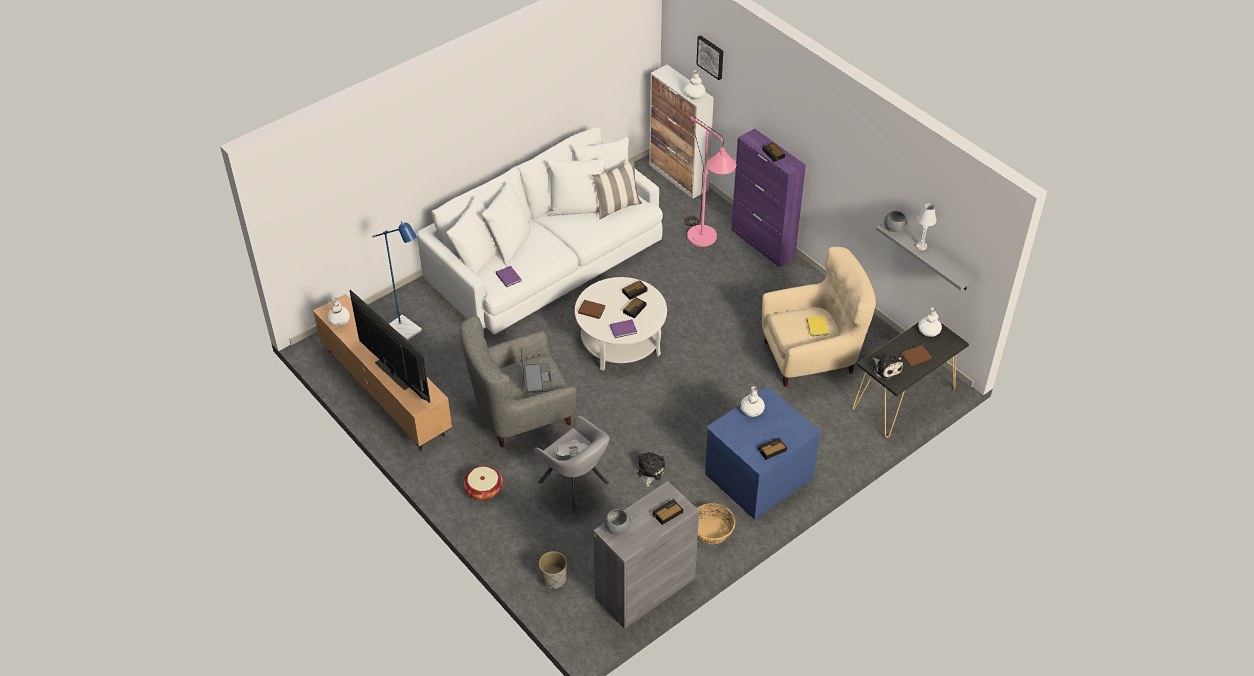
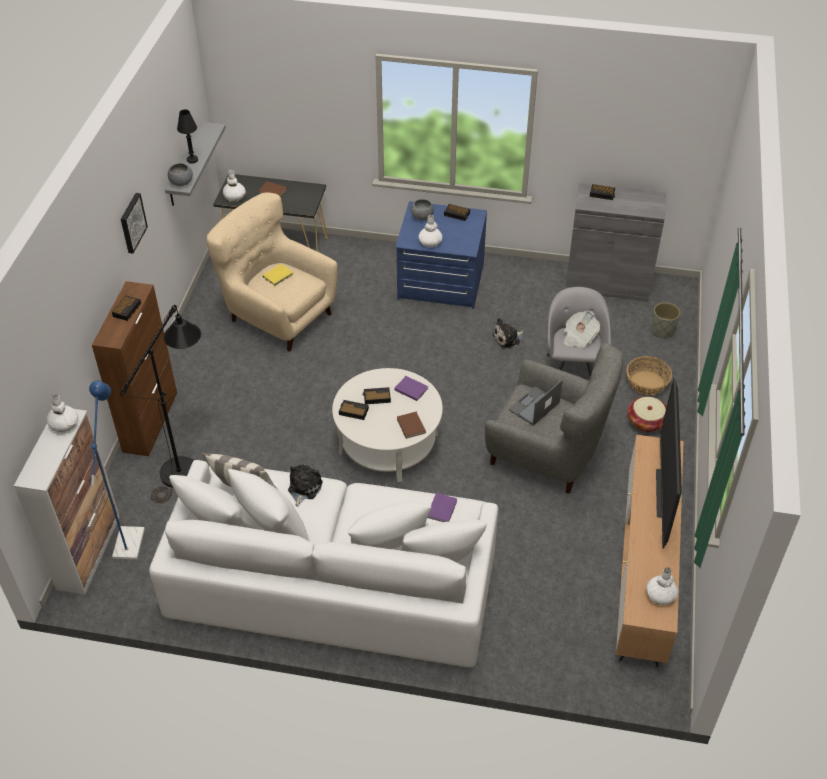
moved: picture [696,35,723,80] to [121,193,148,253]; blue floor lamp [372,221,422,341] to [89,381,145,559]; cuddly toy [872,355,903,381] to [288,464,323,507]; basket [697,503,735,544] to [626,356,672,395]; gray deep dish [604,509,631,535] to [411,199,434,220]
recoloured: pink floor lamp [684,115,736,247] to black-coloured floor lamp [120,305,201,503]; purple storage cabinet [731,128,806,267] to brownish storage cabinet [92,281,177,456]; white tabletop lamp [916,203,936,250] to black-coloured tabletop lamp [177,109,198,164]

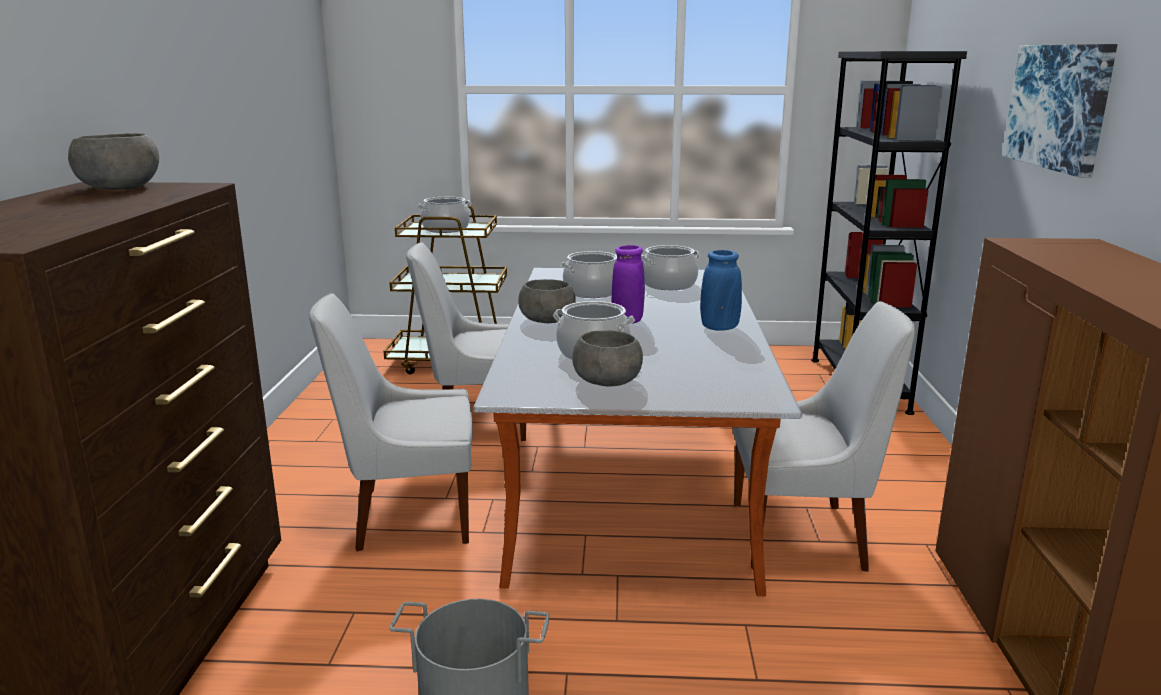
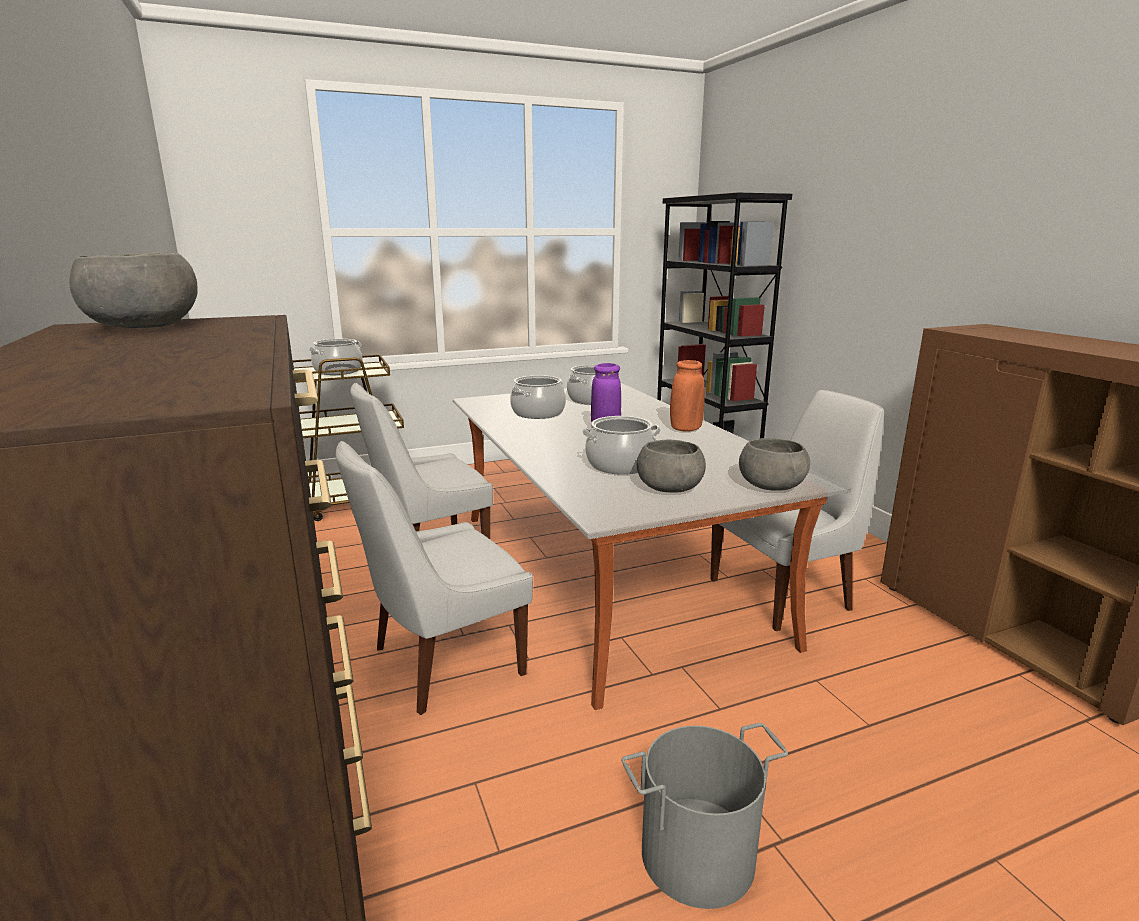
removed: picture [1002,44,1118,178]
moved: gray deep dish [518,279,576,323] to [739,438,810,491]
recoloured: blue decorative vase [700,250,742,331] to orange decorative vase [670,360,705,432]

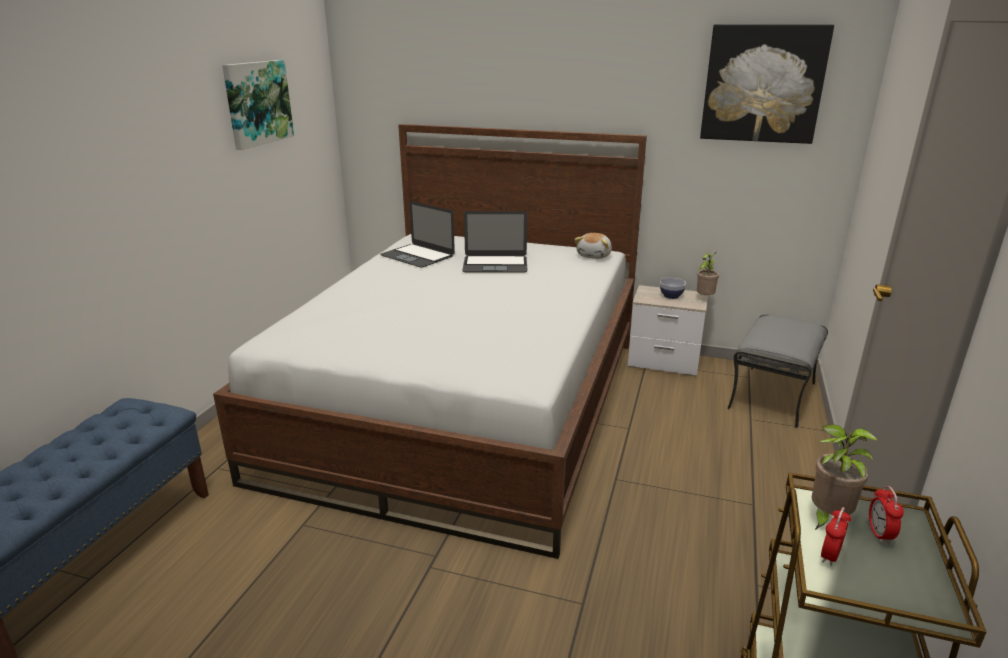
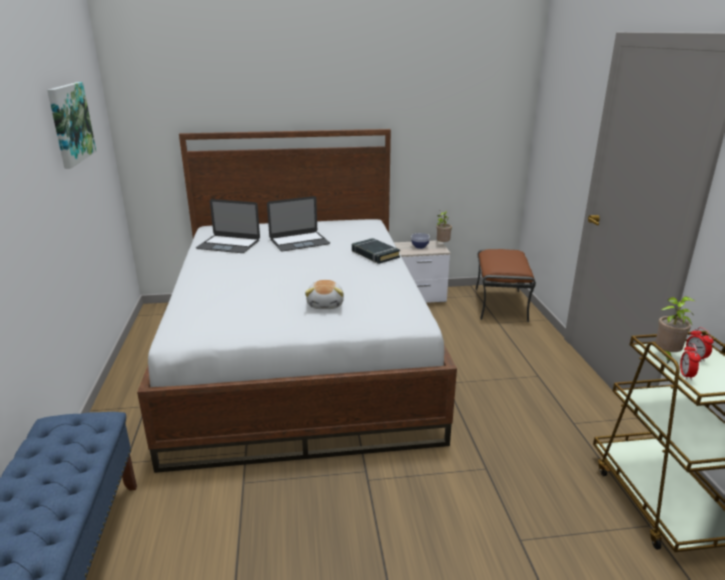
removed: picture [700,24,834,144]
added: black-coloured bound book [352,238,400,264]
moved: cuddly toy [574,233,612,259] to [305,280,344,309]
recoloured: gray ottoman [727,314,828,428] to brownish ottoman [475,249,536,322]

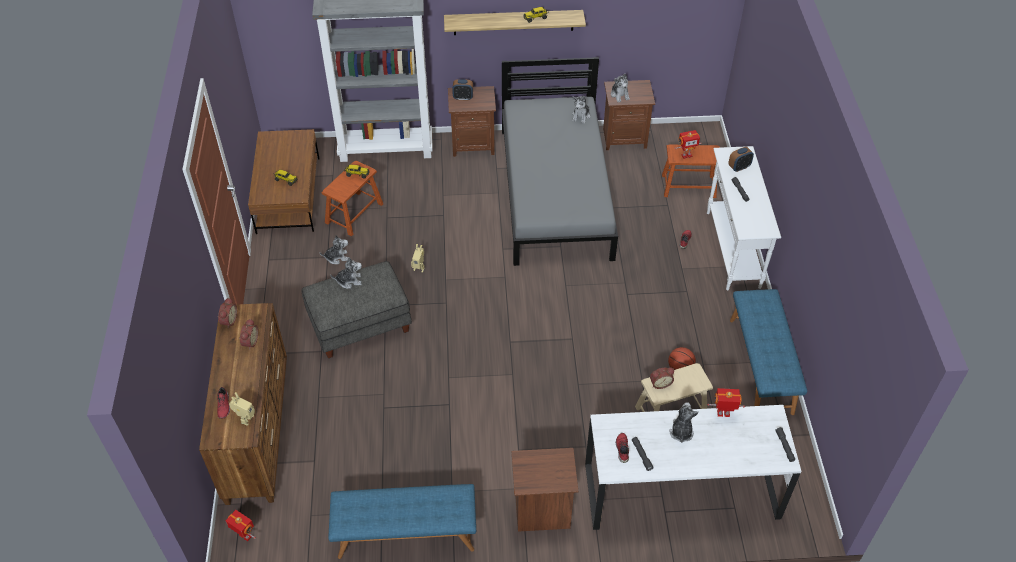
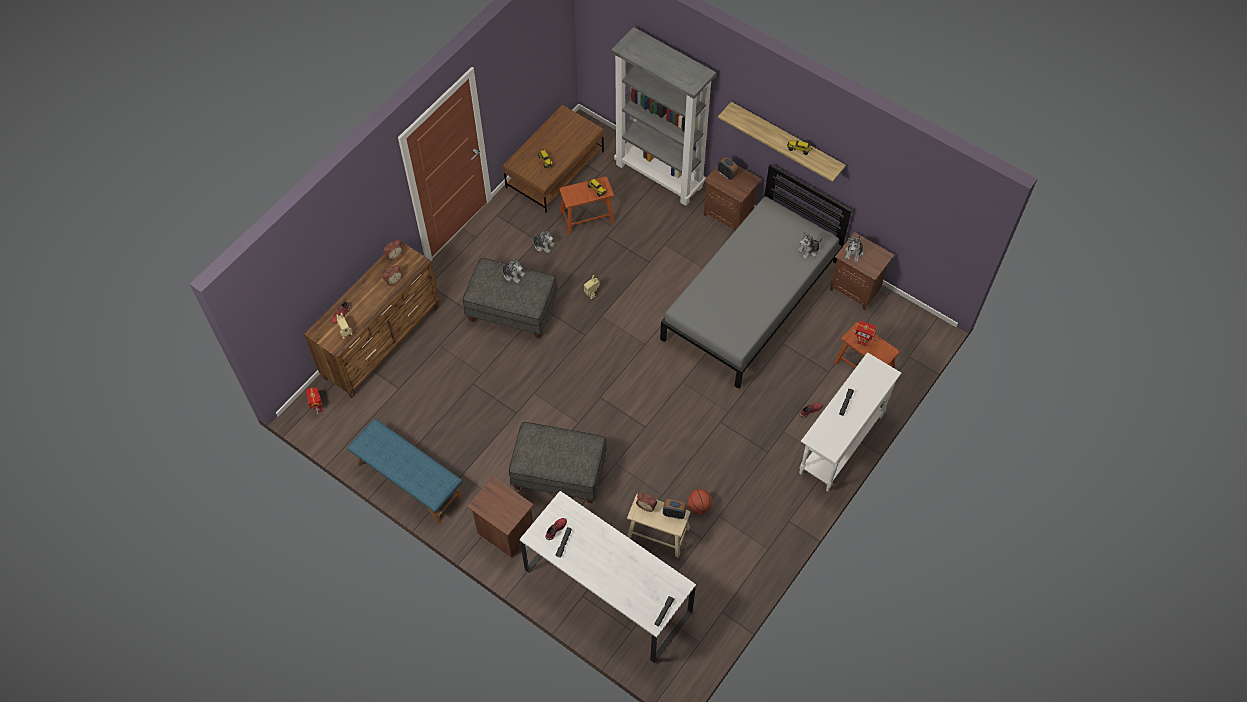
removed: blue long seat [730,289,807,415]; model robot [707,388,745,417]; cuddly toy [669,402,699,443]
added: gray ottoman [509,422,607,503]
moved: bedside clock [728,147,754,172] to [663,499,687,519]

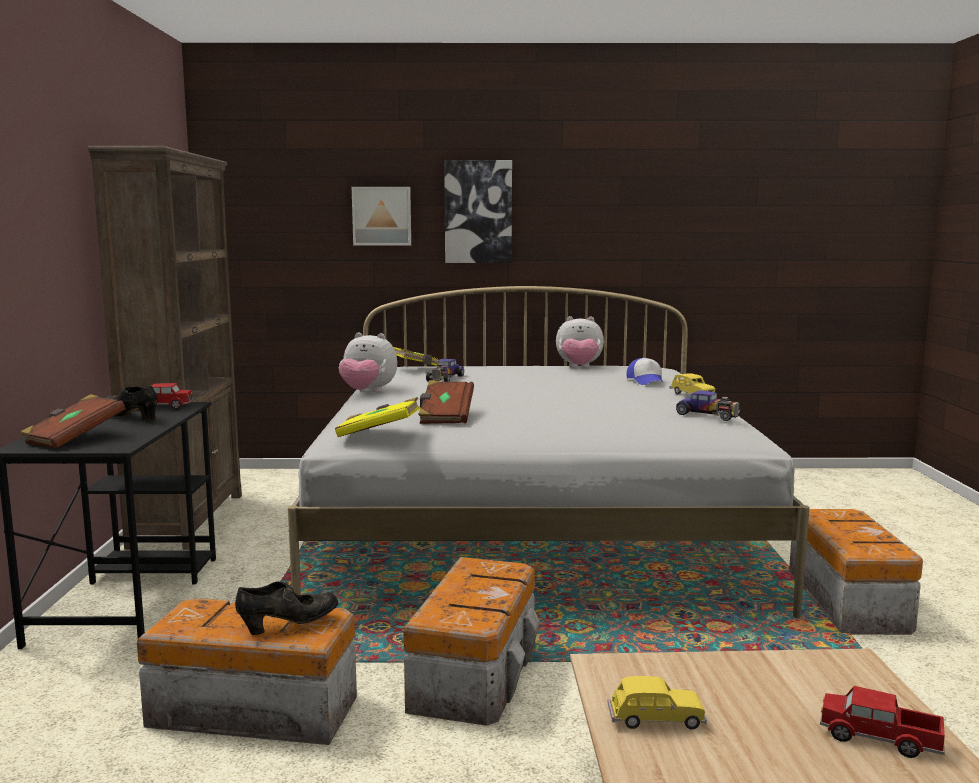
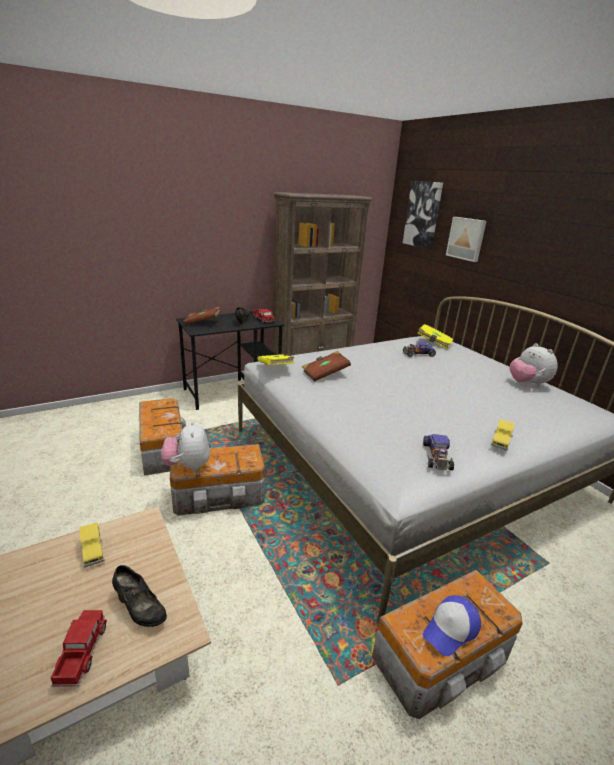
moved: picture [444,160,512,263] to [403,181,443,249]; cuddly toy [339,333,397,392] to [161,421,210,471]; peaked cap [627,358,665,385] to [423,595,481,656]; black-coloured item of footwear [235,581,338,635] to [112,565,167,627]

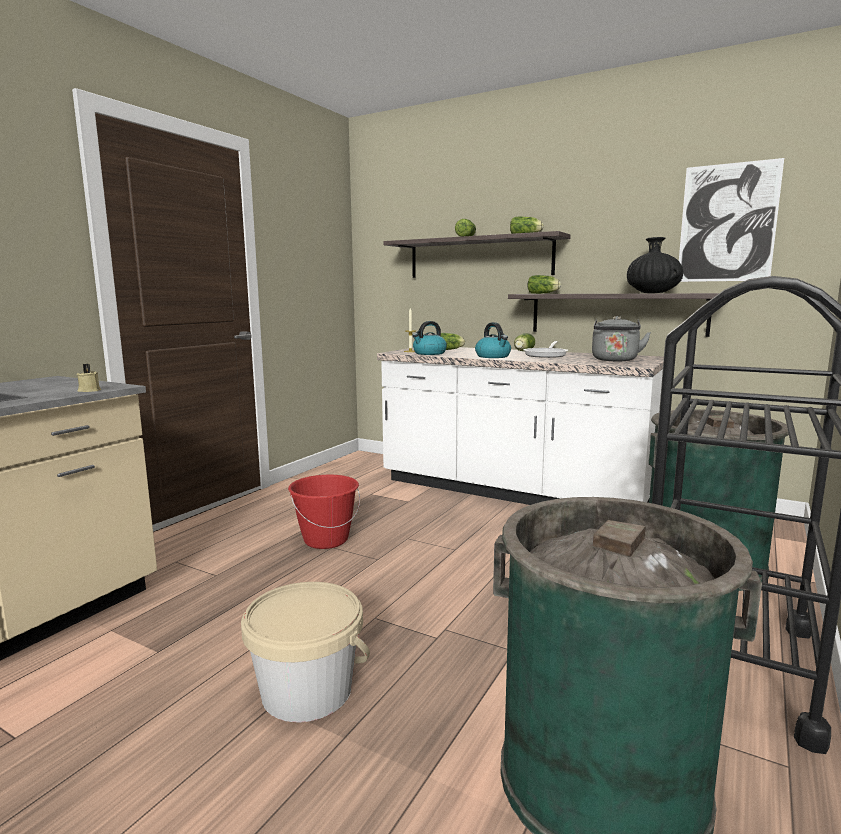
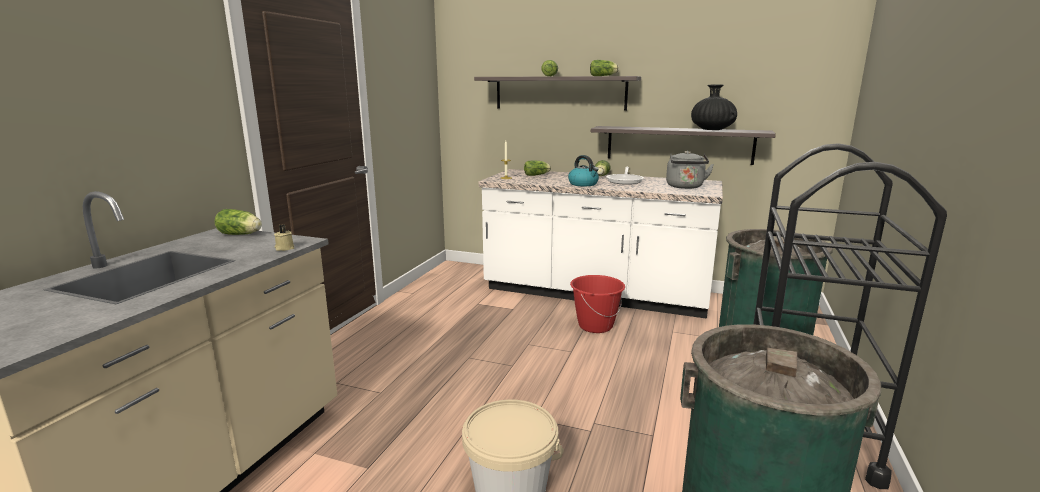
removed: picture [679,158,784,282]; tea kettle [412,321,447,355]
moved: lettuce [528,275,561,294] to [214,209,262,235]; red-coloured bucket [288,475,360,549] to [570,275,625,333]

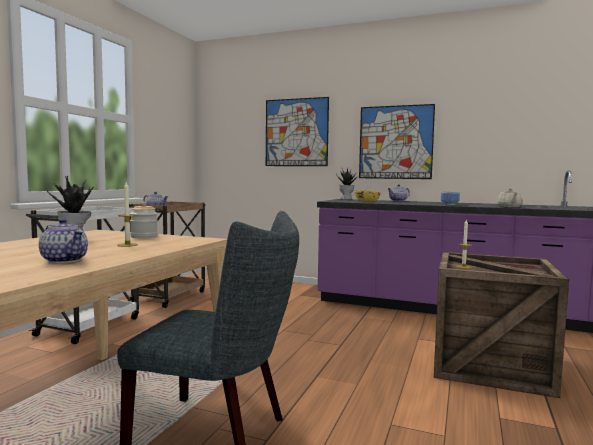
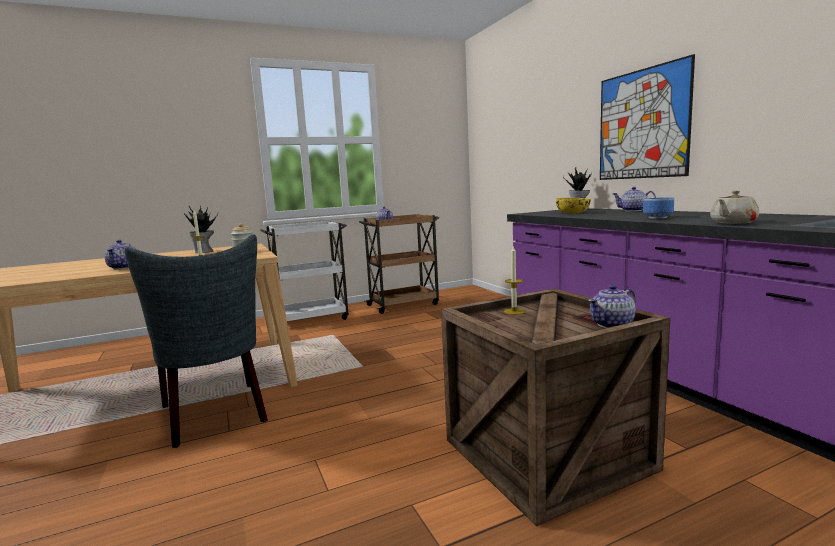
removed: picture [266,97,329,166]
added: tea pot [588,285,636,328]

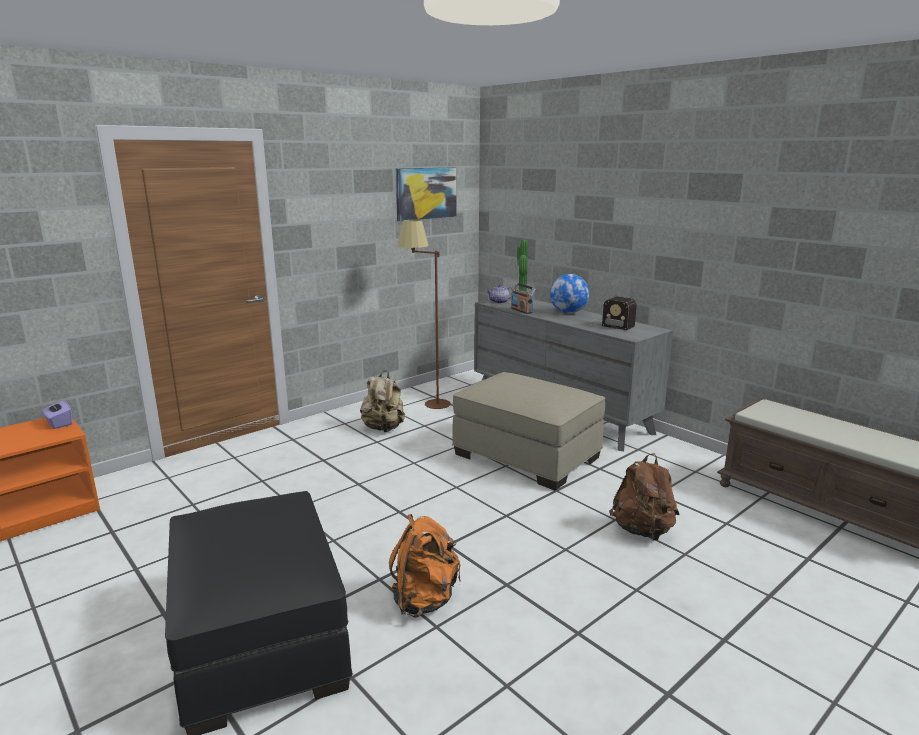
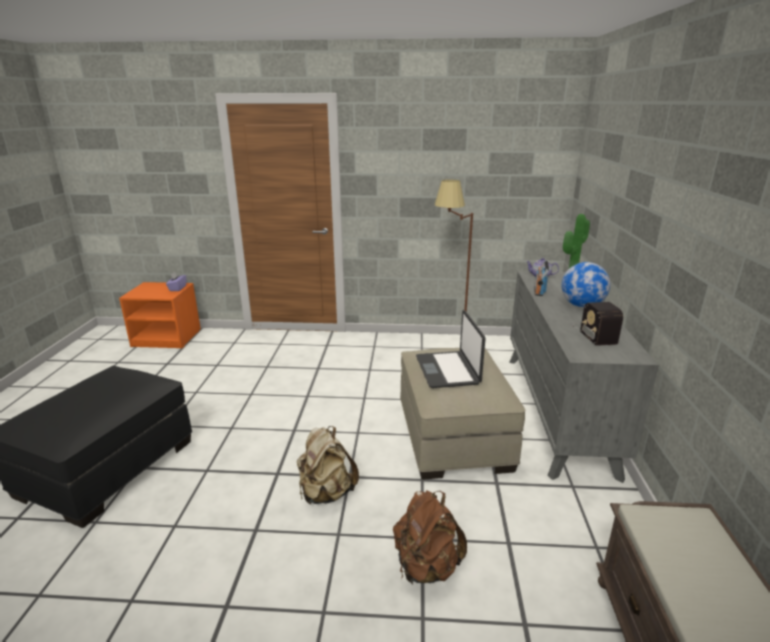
removed: picture [396,167,457,221]; orange knapsack [389,514,461,618]
added: laptop [416,310,486,388]
moved: beige knapsack [360,370,405,432] to [297,426,359,505]

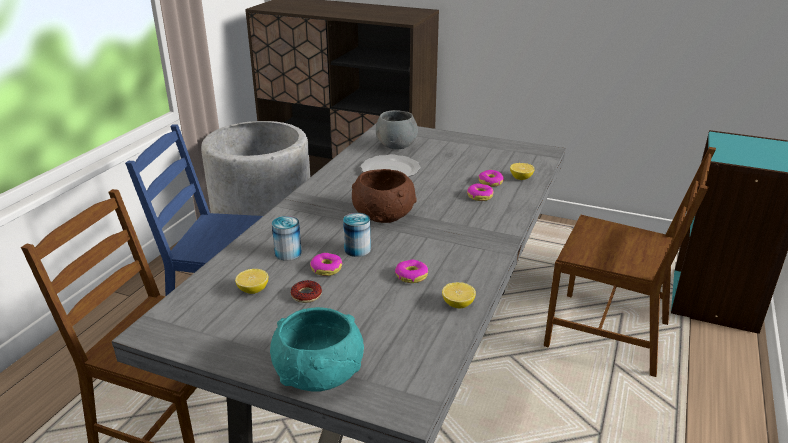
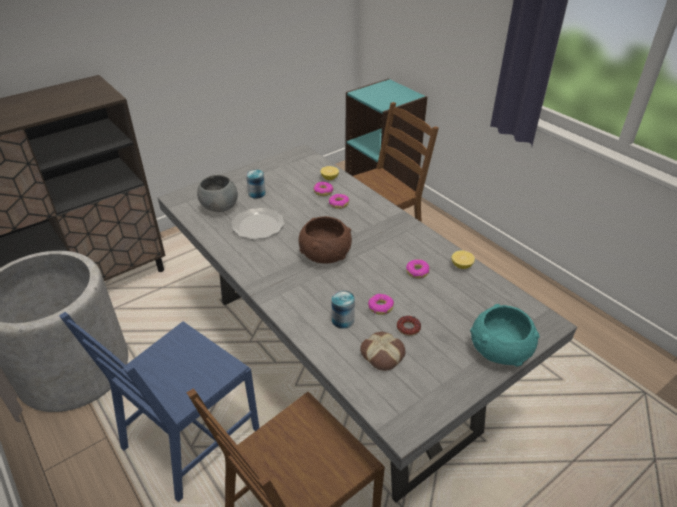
moved: metal can [343,213,371,257] to [246,169,266,199]
replaced: lemon [235,269,268,294] to bakery bread [360,332,405,371]

